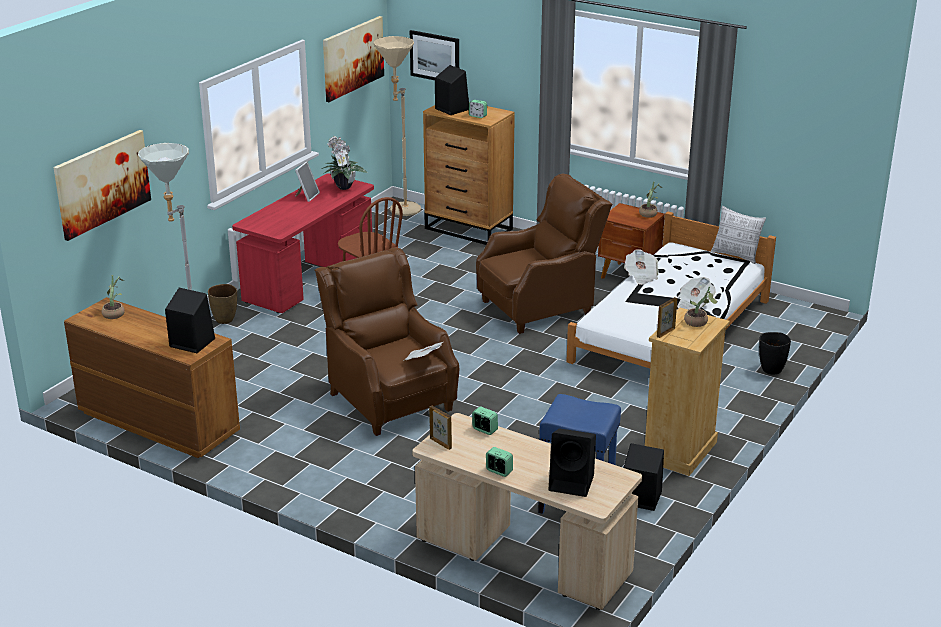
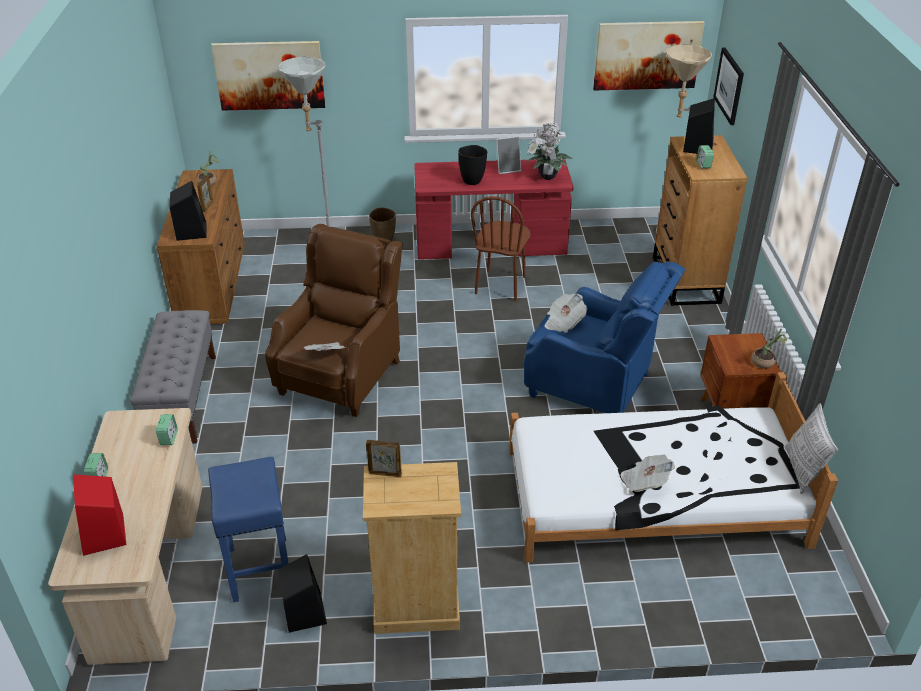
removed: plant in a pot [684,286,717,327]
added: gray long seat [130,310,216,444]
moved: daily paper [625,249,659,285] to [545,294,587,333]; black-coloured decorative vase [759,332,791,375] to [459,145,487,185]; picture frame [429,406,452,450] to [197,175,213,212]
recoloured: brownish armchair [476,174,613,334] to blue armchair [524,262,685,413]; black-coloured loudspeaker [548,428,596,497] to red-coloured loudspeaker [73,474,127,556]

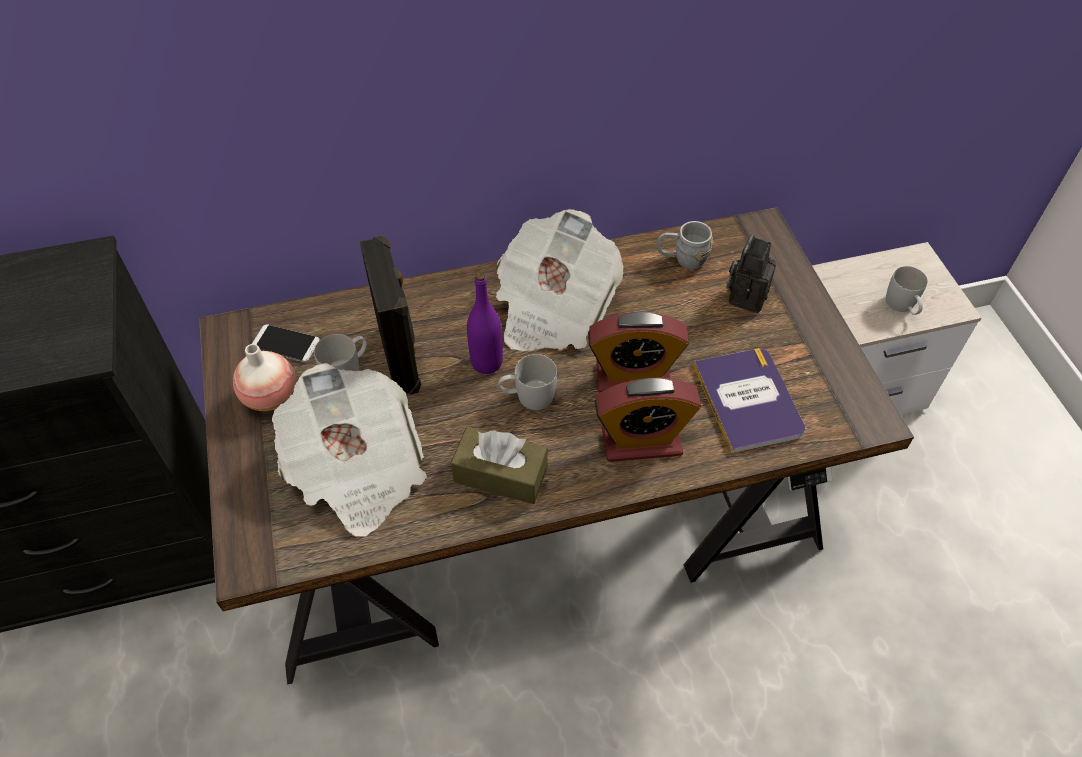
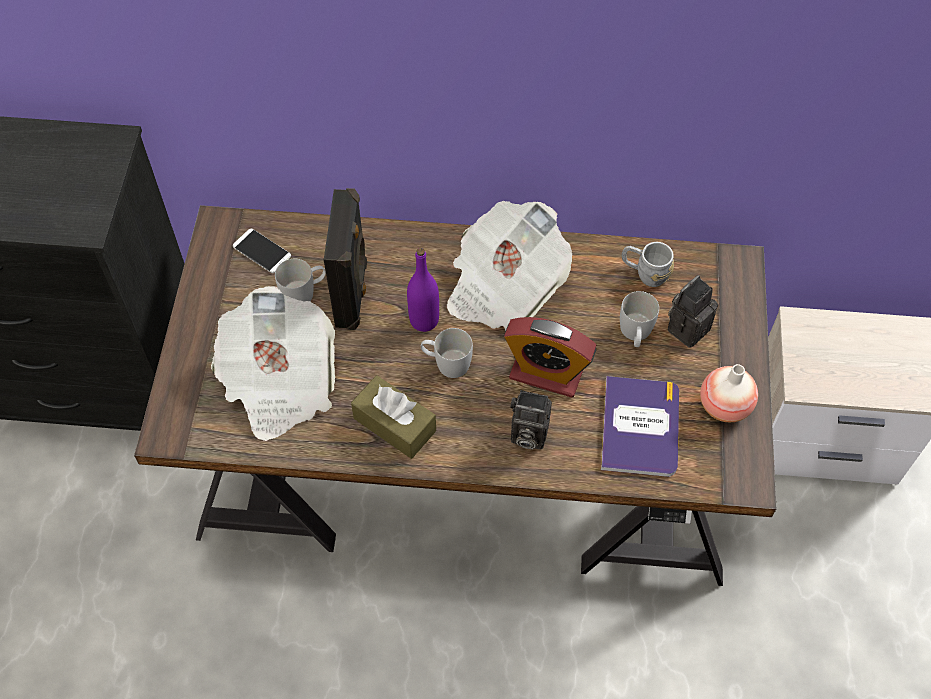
moved: white tea mug [886,266,928,315] to [620,291,659,347]; decorative vase [233,344,296,411] to [700,364,758,422]
replaced: bedside clock [594,378,701,462] to still camera [510,390,552,450]

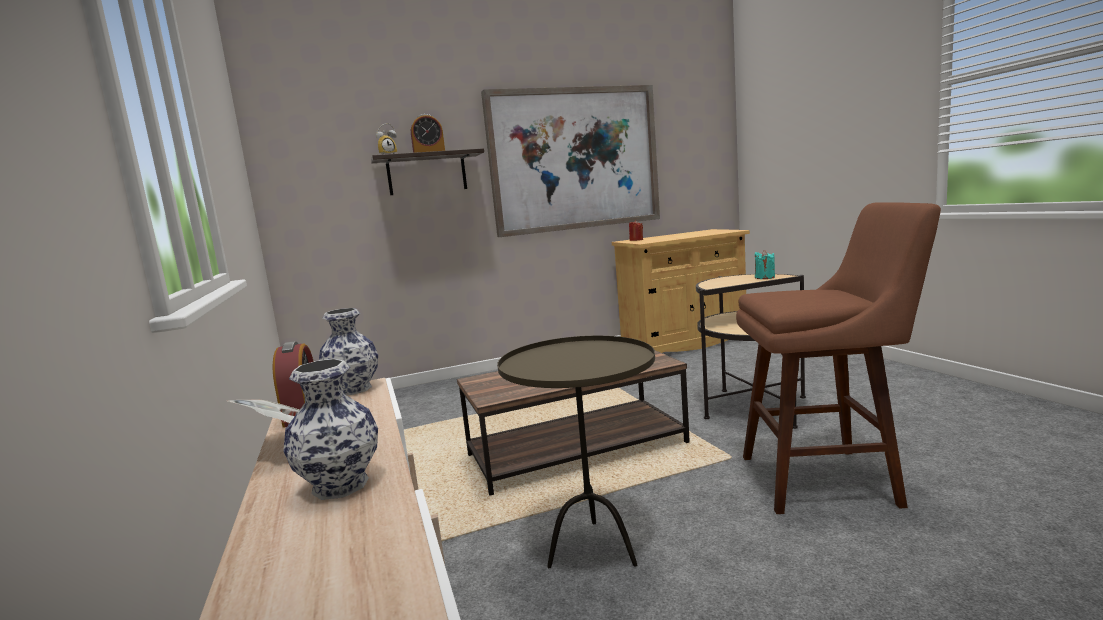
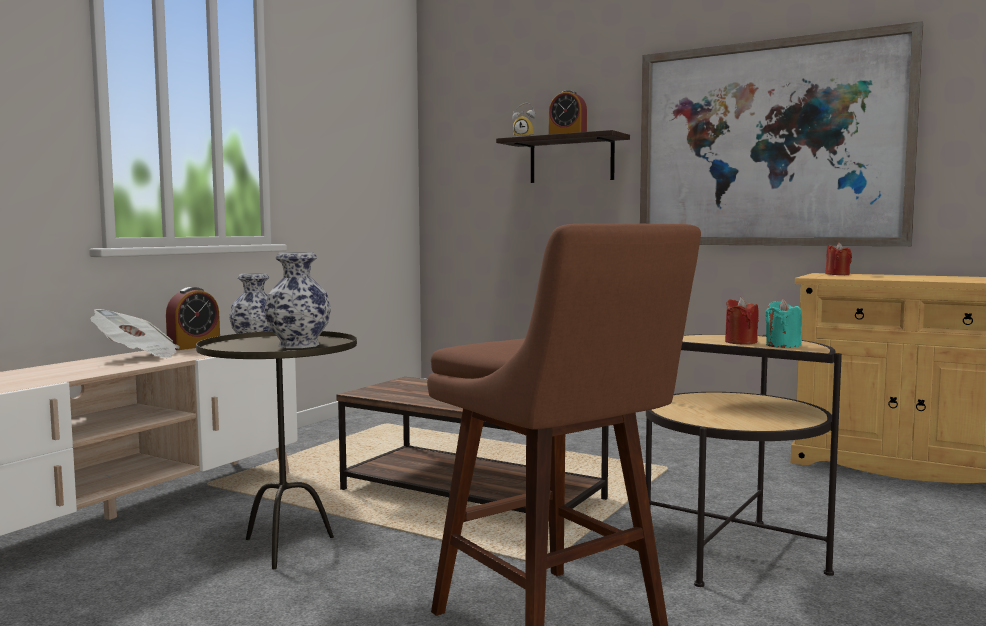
added: red-coloured wax candle [725,297,759,345]
moved: decorative vase [283,359,378,500] to [264,252,331,348]

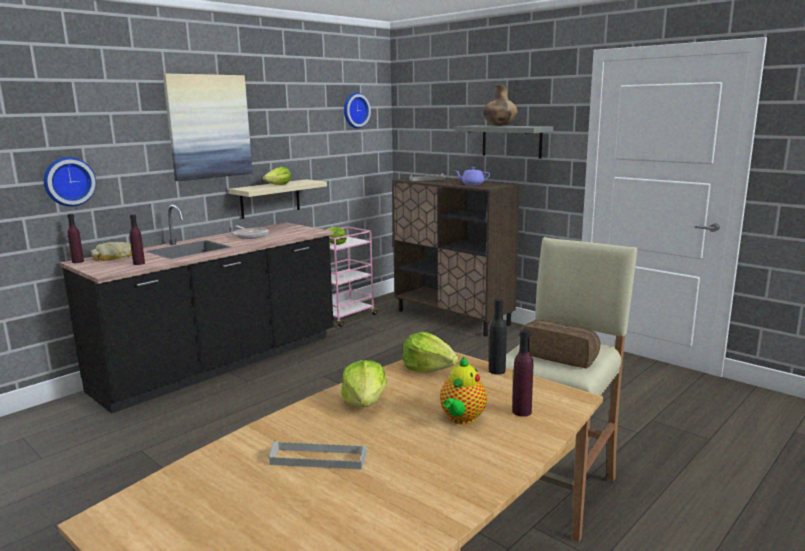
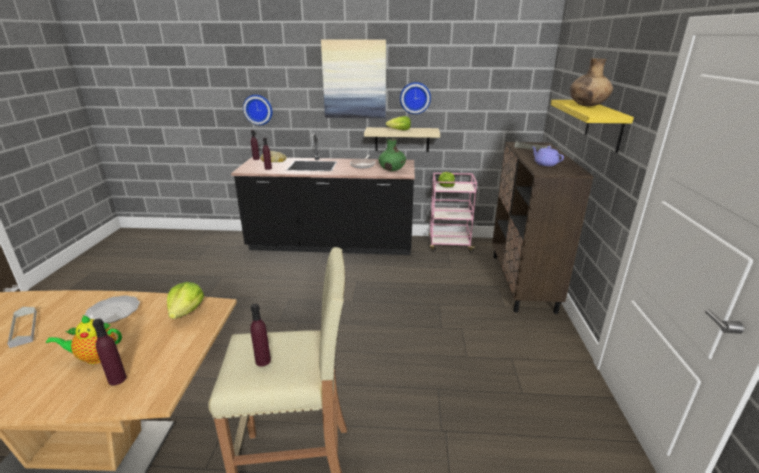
removed: black-coloured drink bottle [489,299,507,375]
added: green-coloured decorative vase [378,138,406,171]
moved: hanging clock [344,92,371,128] to [400,82,431,114]
replaced: bakery bread [523,320,600,368] to purple drink bottle [250,303,271,367]; lettuce [341,360,387,407] to flat dish [84,295,140,323]
recoloured: gray wall shelf [455,125,553,159] to yellow wall shelf [551,100,634,153]

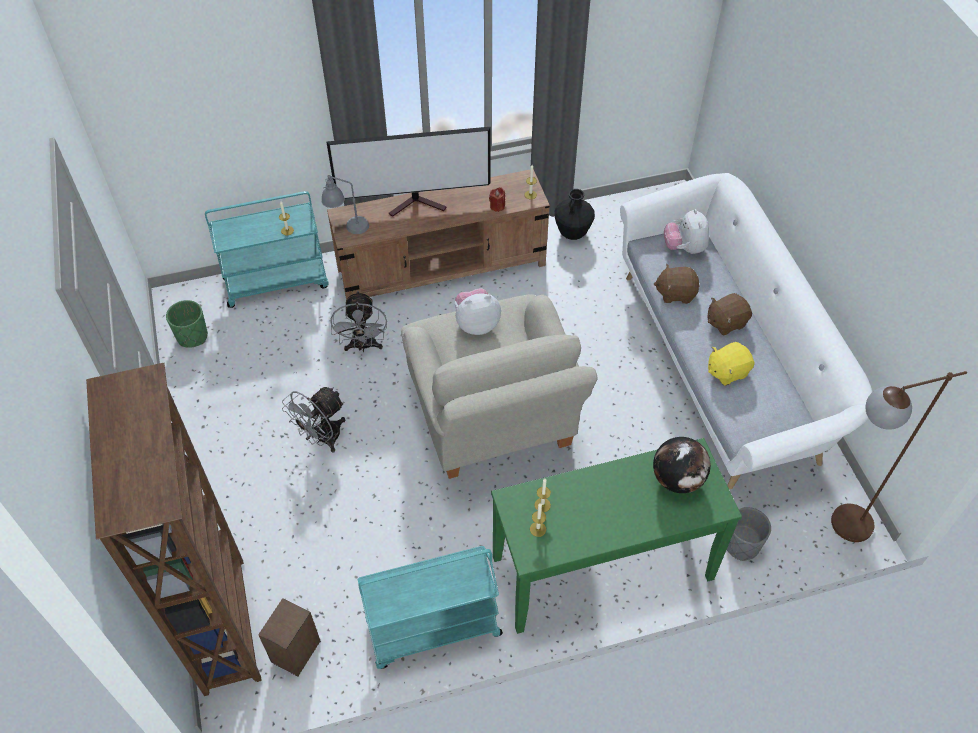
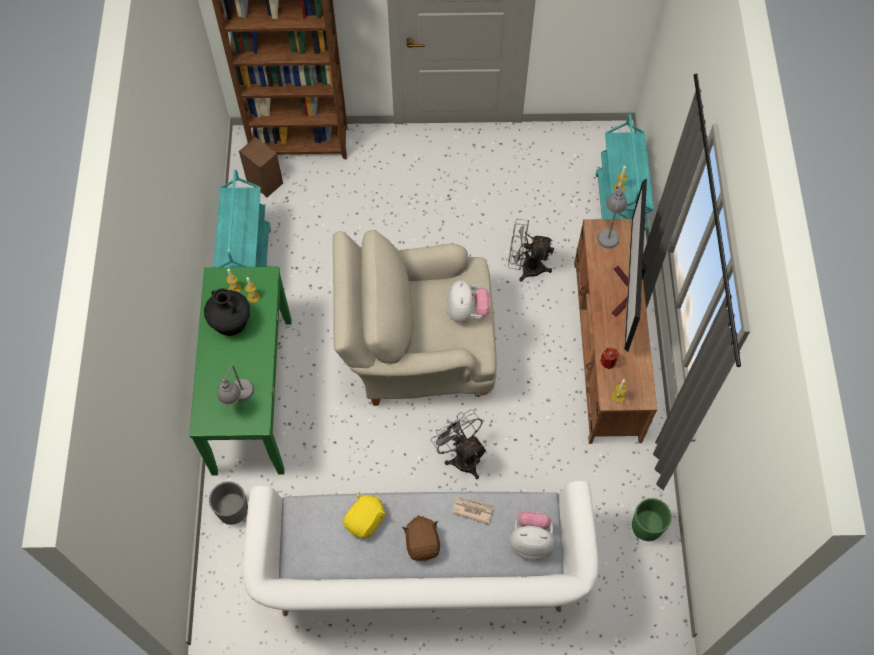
removed: brownish floor lamp [831,371,967,542]
moved: black-coloured decorative vase [555,189,595,240] to [204,288,250,336]; green-coloured flower pot [166,300,208,348] to [632,498,672,541]; gray fan [282,387,345,453] to [431,409,487,479]
replaced: brownish cuddly toy [654,264,699,304] to daily paper [452,497,493,524]; world globe [653,437,711,493] to gray tabletop lamp [217,365,254,405]
turned: yellow cuddly toy [708,342,754,386] = [343,494,386,539] 45 degrees clockwise

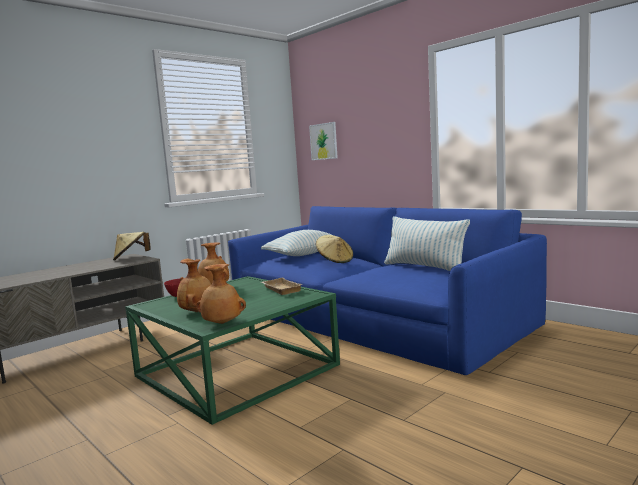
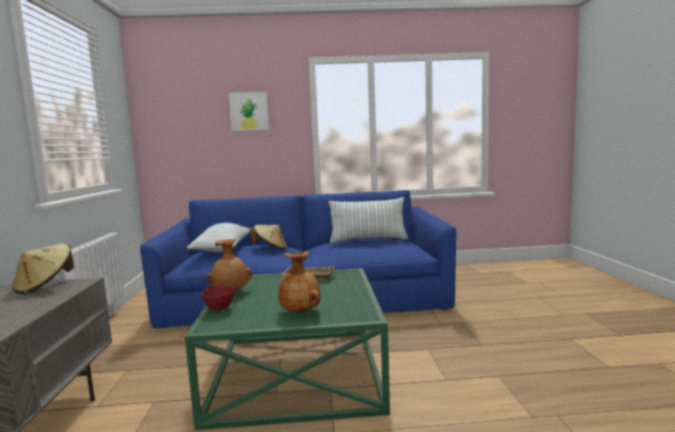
removed: brownish decorative vase [196,264,246,324]
moved: picture [309,122,338,160] to [229,91,269,131]

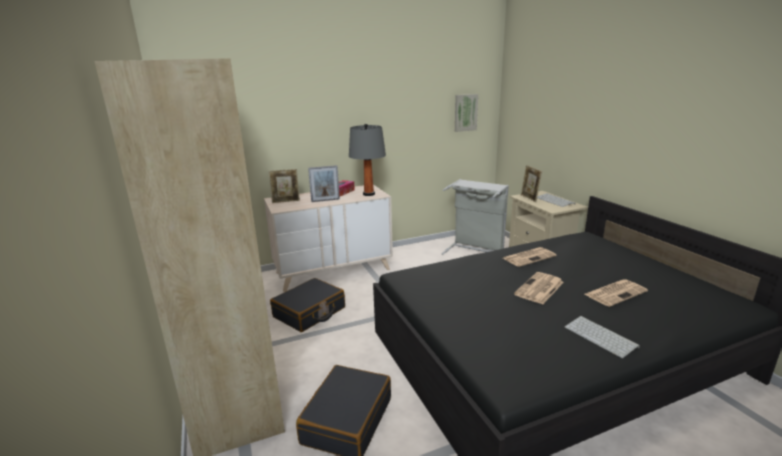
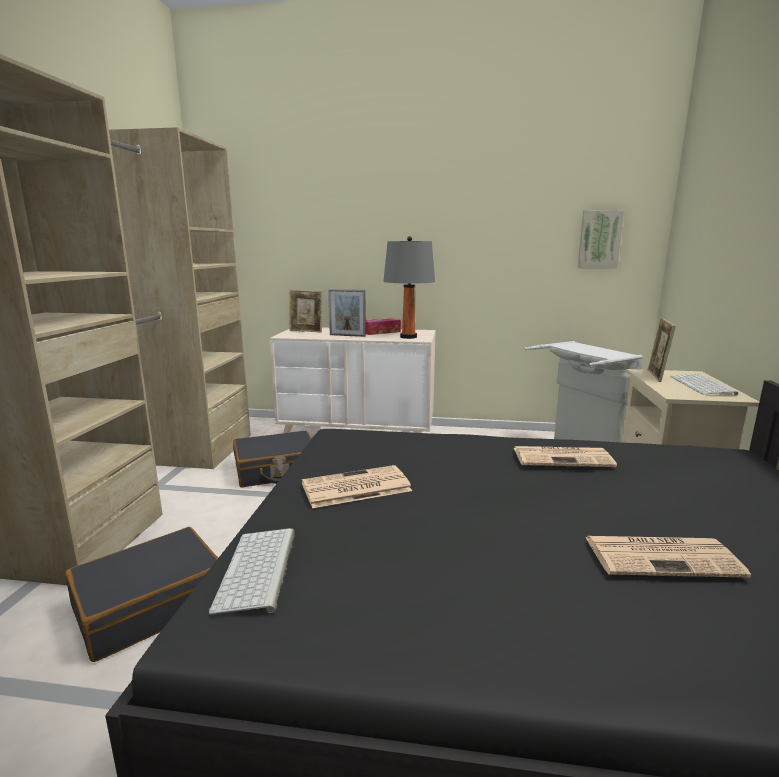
moved: daily paper [514,272,564,304] to [302,465,412,508]; PC keyboard [565,316,640,358] to [209,528,295,615]

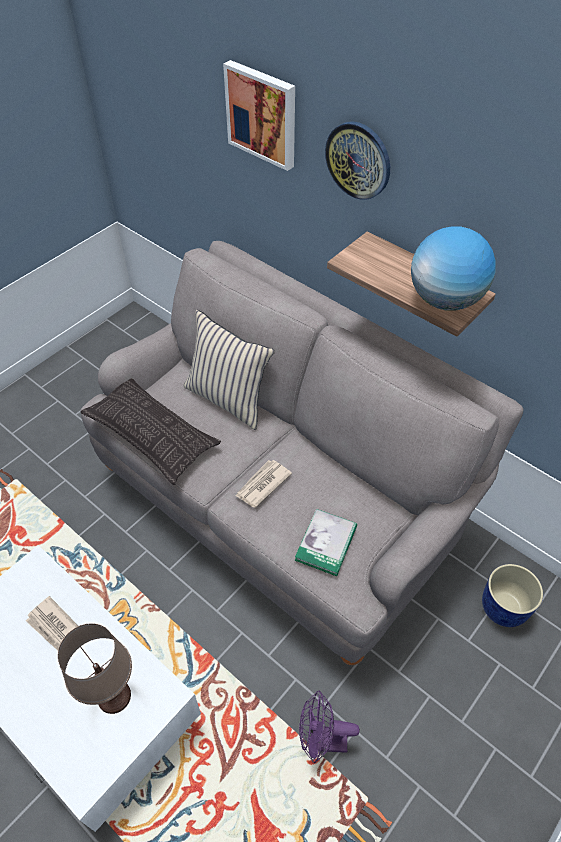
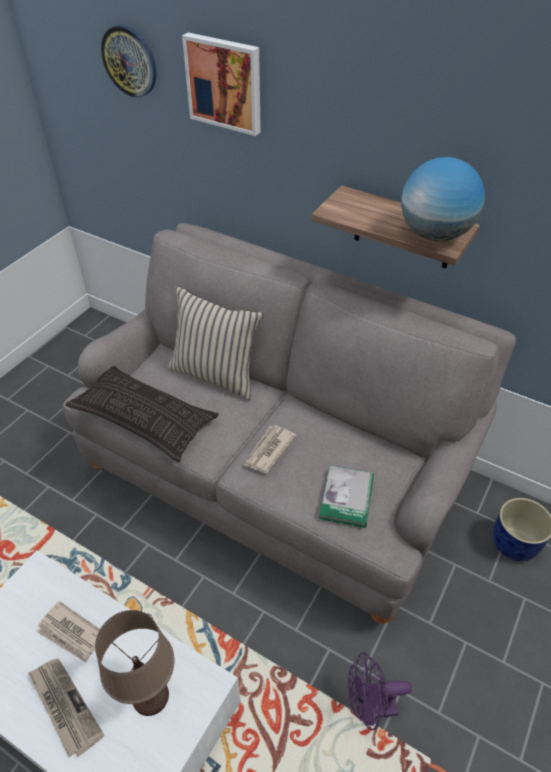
added: daily paper [28,658,104,757]
moved: hanging clock [325,122,390,200] to [101,25,156,97]

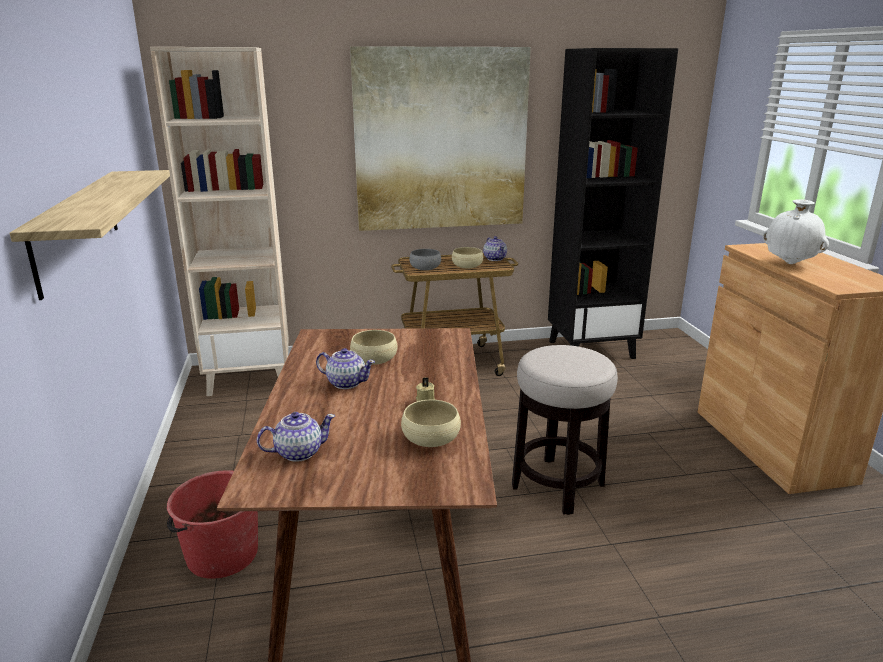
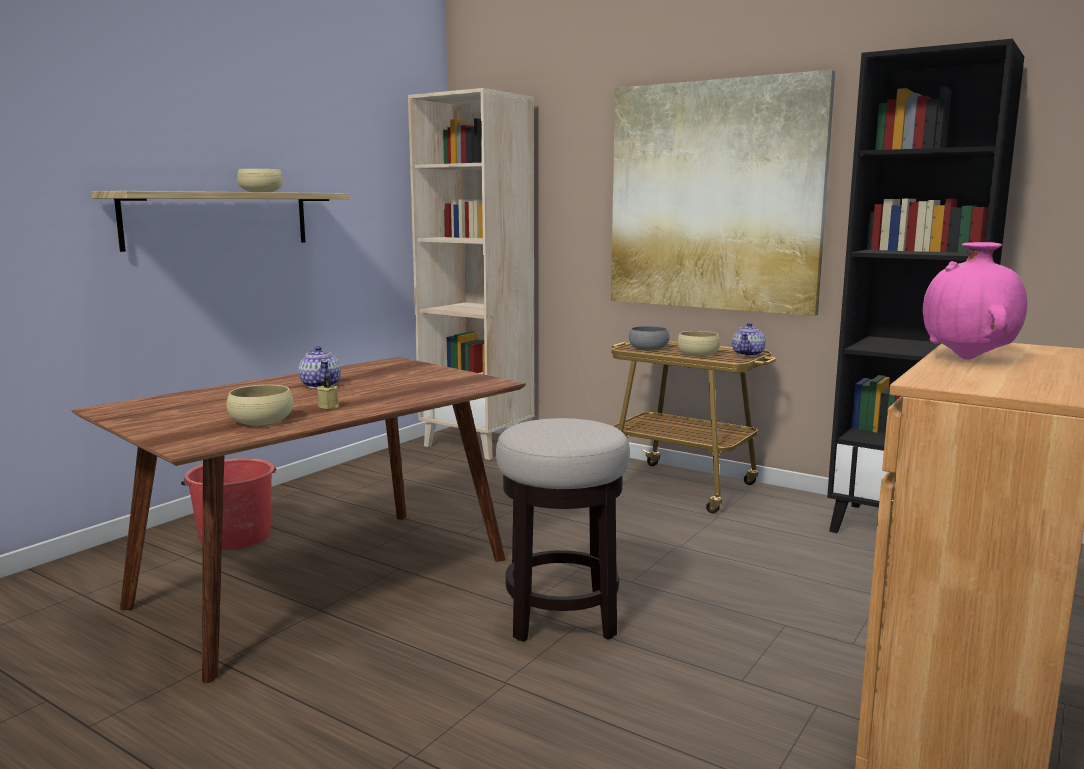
removed: tea pot [257,412,335,462]
moved: beige deep dish [350,330,397,365] to [237,169,283,192]
recoloured: white decorative vase [763,199,829,264] to pink decorative vase [923,242,1027,360]

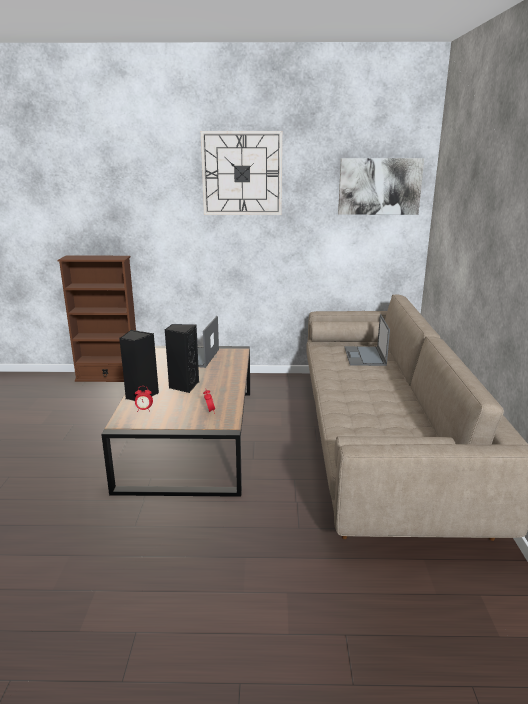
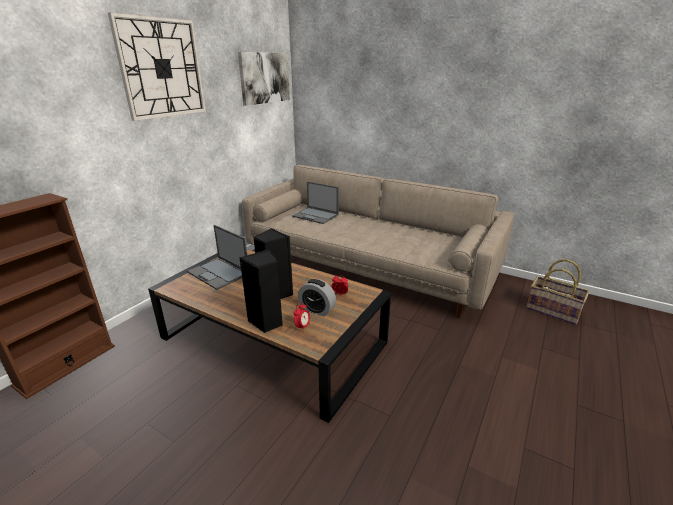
added: basket [526,259,589,325]; bedside clock [298,279,336,317]

